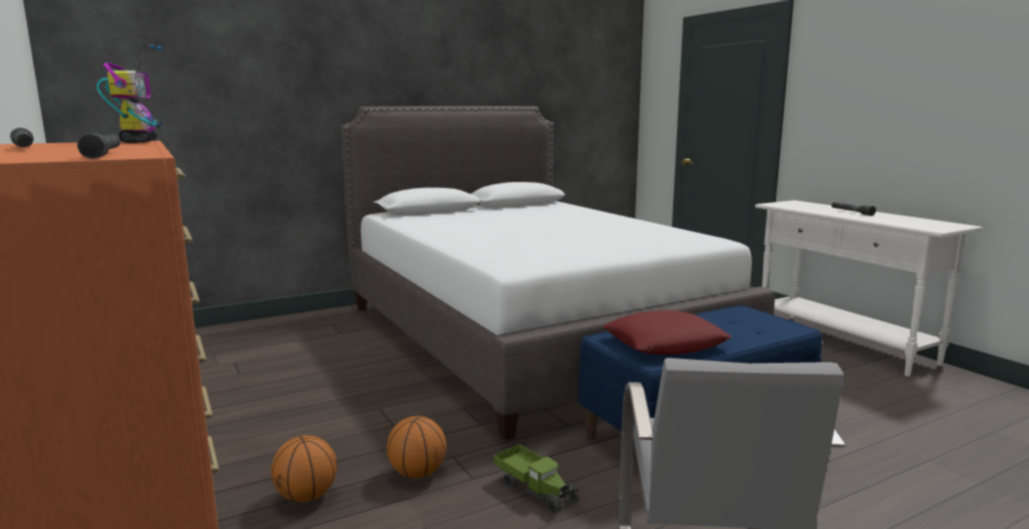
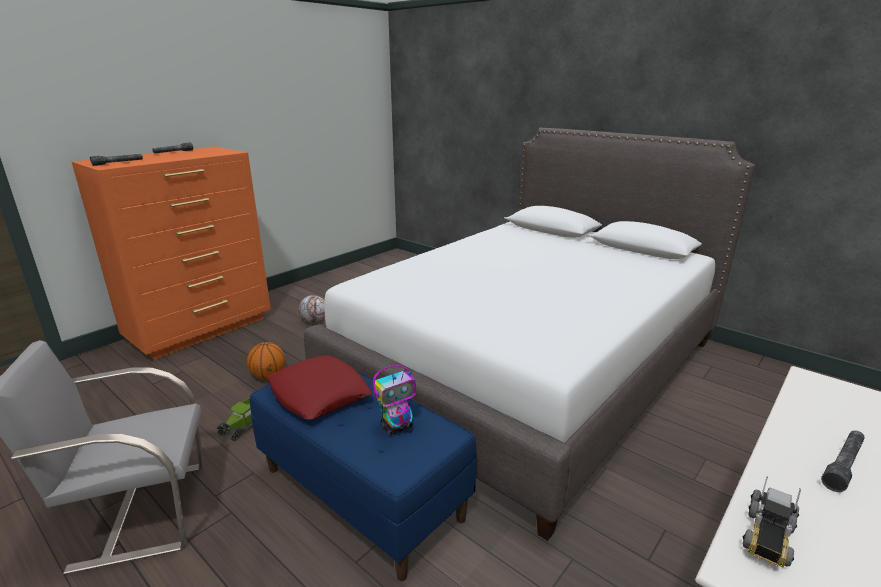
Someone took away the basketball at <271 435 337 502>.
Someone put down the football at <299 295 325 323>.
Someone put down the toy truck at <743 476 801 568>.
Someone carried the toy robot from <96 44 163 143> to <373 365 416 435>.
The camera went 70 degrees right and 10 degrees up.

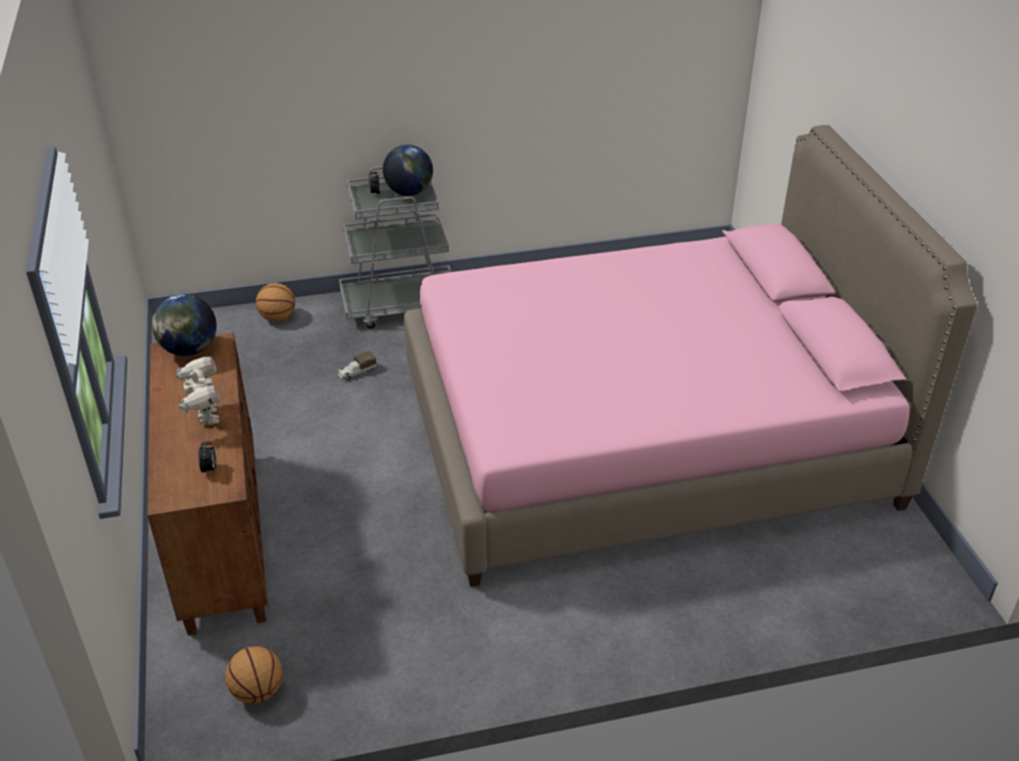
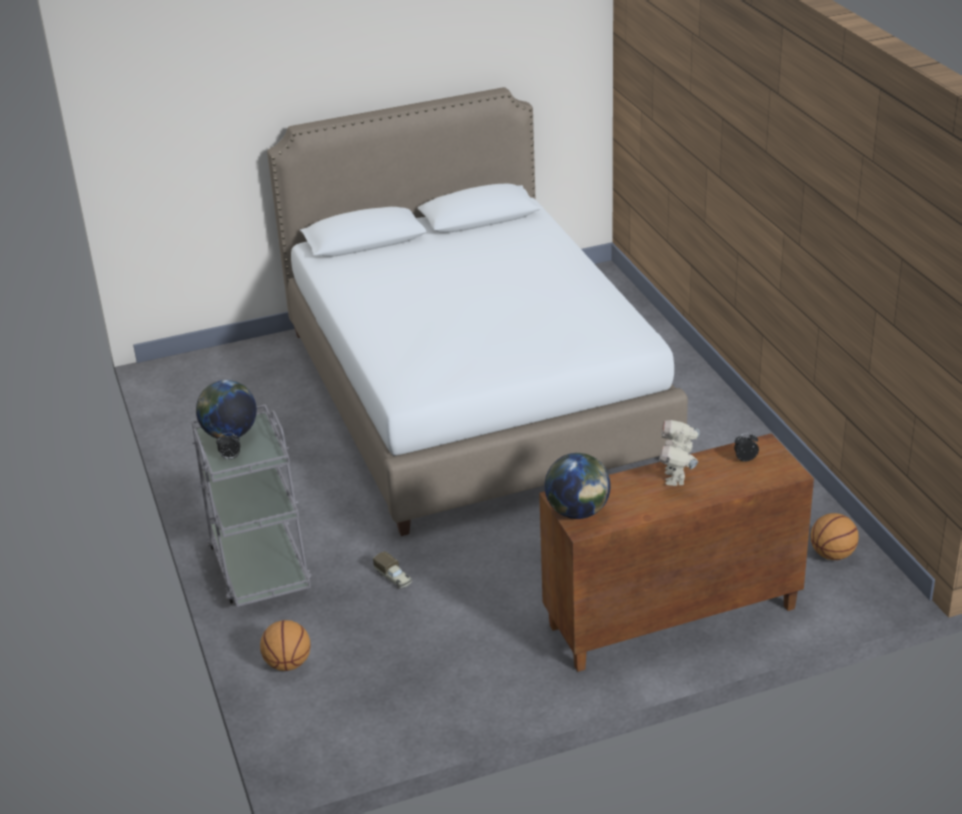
Someone repainted the pink bed at <404 125 977 587>, which became the white bed at <267 87 688 536>.
Someone rotated the toy robot at <176 357 220 425> by 60 degrees counterclockwise.
The camera went 95 degrees left and 5 degrees down.

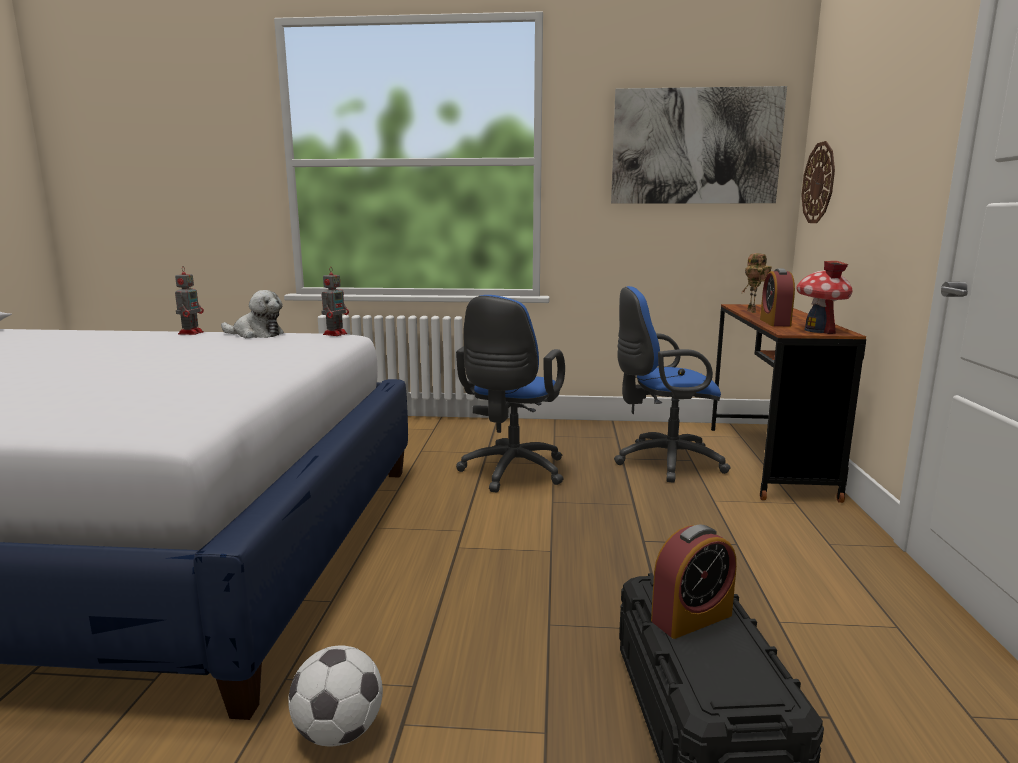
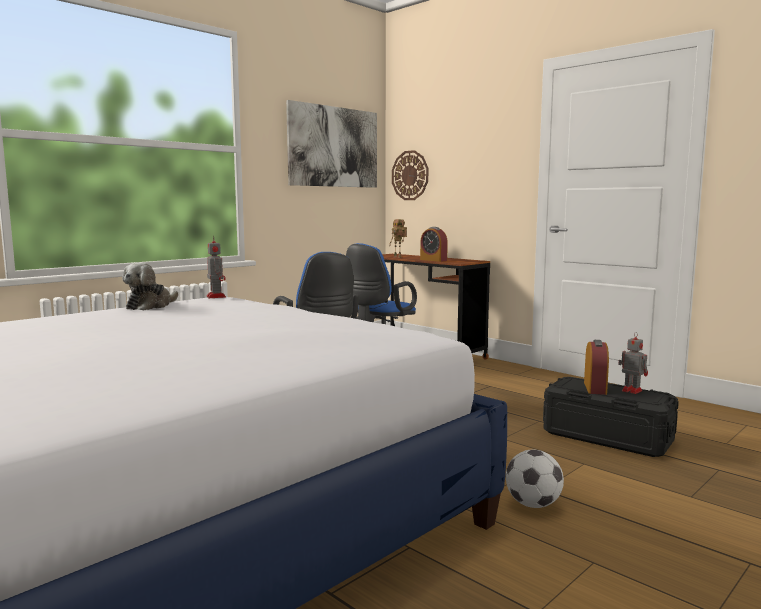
Someone took away the toy house at <796 261 853 334>.
Someone carried the toy robot from <175 266 204 335> to <618 332 648 394>.
Someone rotated the plush toy at <221 290 284 338> by 150 degrees clockwise.
The camera went 50 degrees left and 5 degrees down.

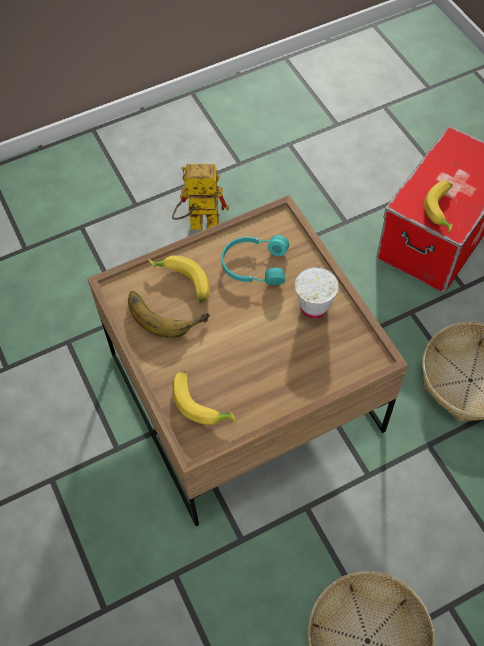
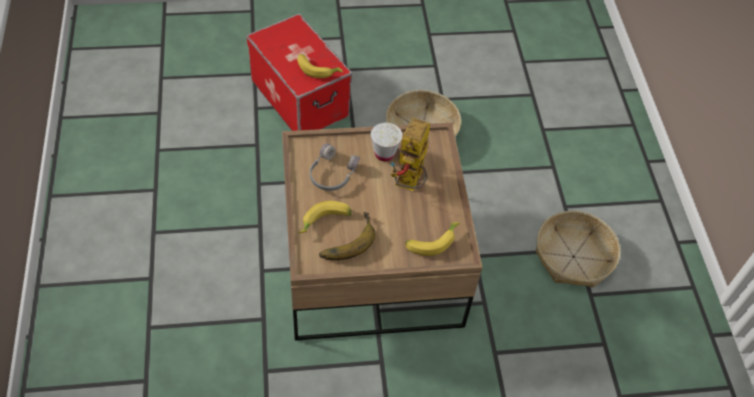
Someone carried the toy robot from <172 164 229 230> to <390 117 430 191>.
Someone repainted the turquoise headphones at <221 235 289 285>, which became the grey headphones at <310 143 360 191>.
The camera went 75 degrees left and 5 degrees down.

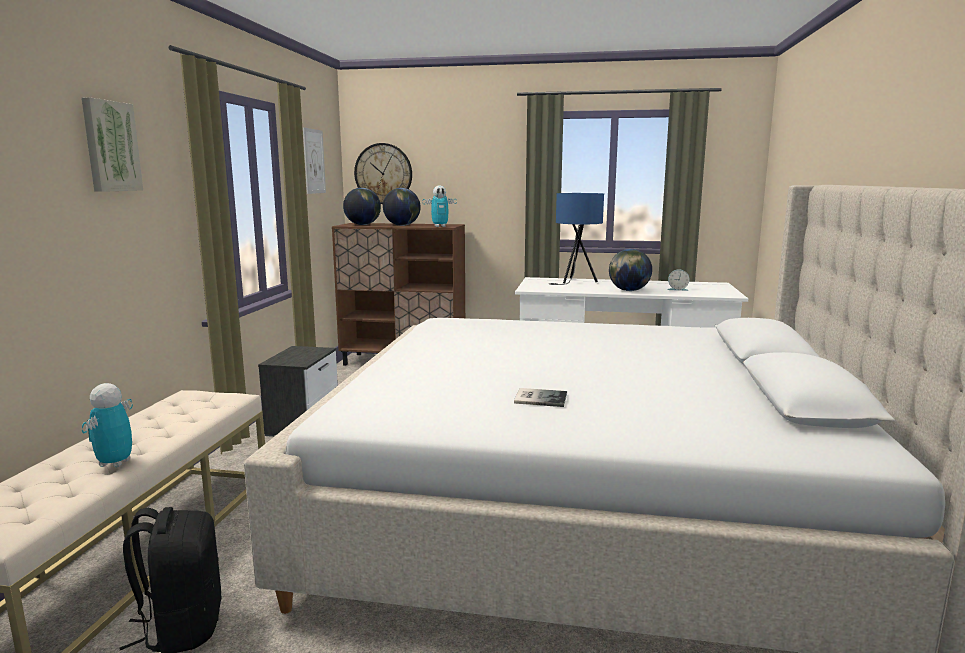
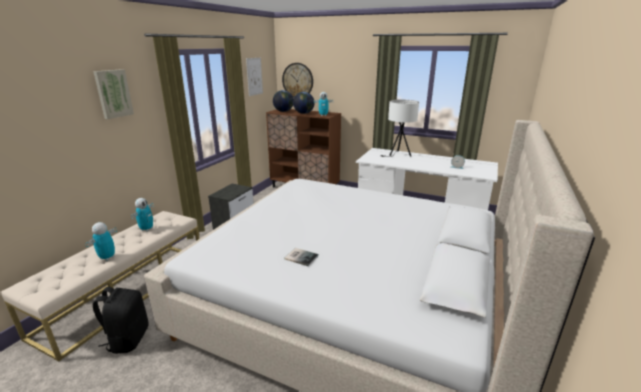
Someone took away the globe at <609 249 652 291>.
Someone put down the toy robot at <131 198 154 232>.
Someone repainted the blue table lamp at <549 193 604 285>, which became the white table lamp at <381 100 419 157>.
The camera went 15 degrees right and 10 degrees up.

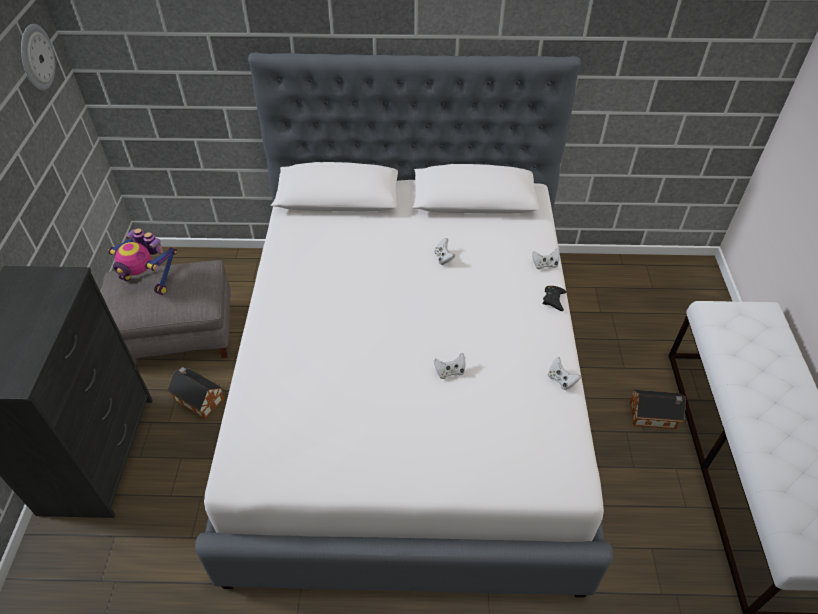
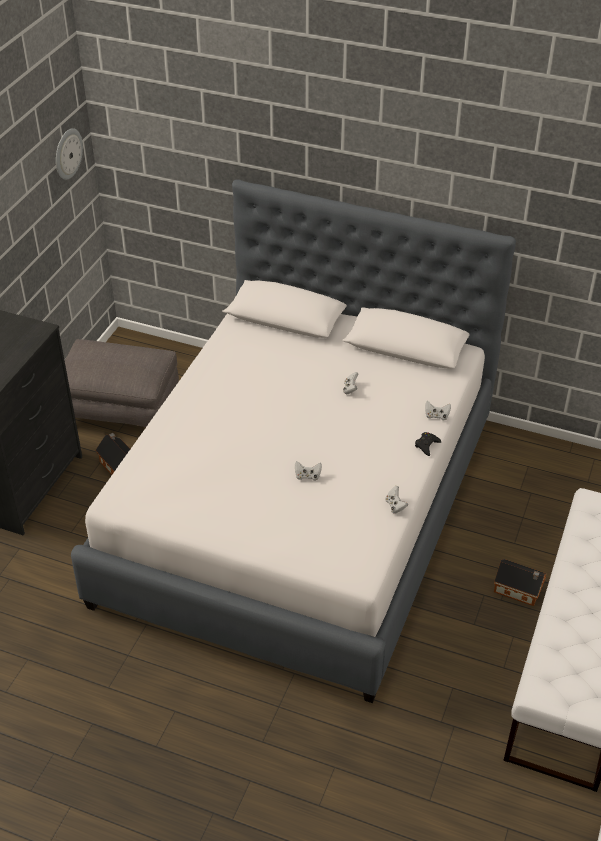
Someone took away the toy robot at <108 228 177 295>.
The camera went 20 degrees right and 5 degrees down.

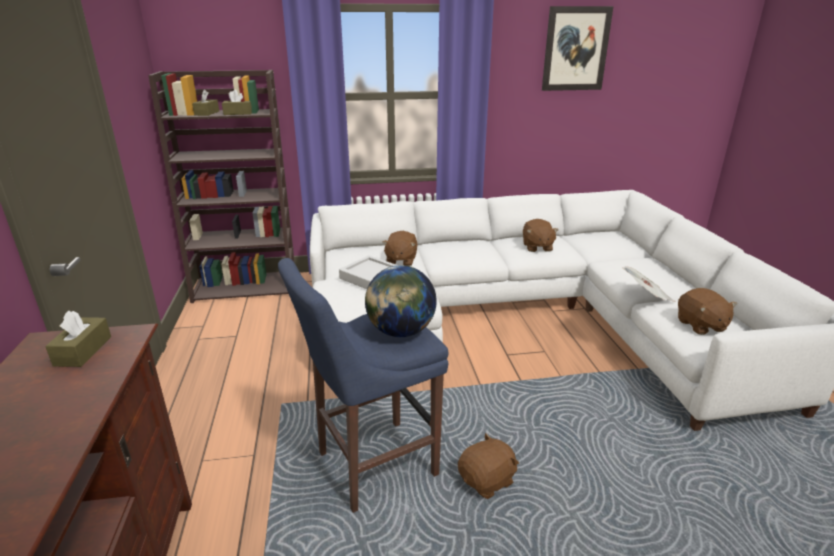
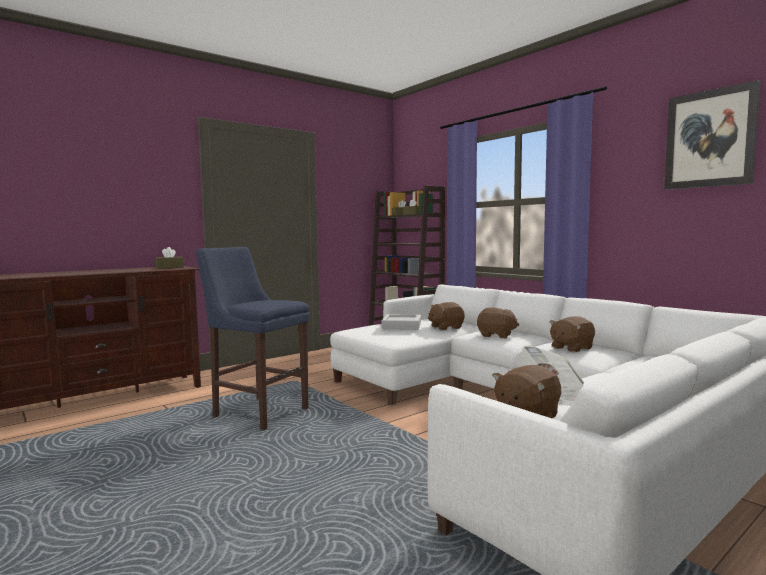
Someone took away the globe at <365 265 437 337>.
Someone carried the brown plush toy from <458 433 519 499> to <477 308 519 338>.
The camera went 60 degrees right and 20 degrees down.

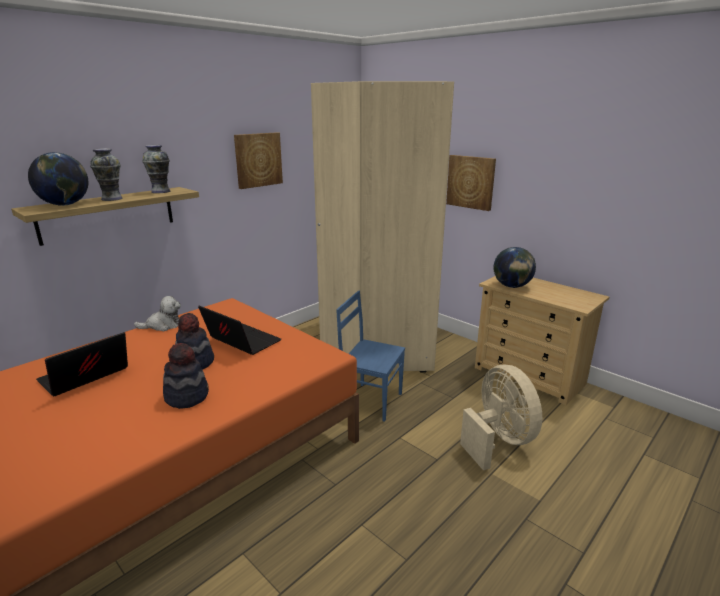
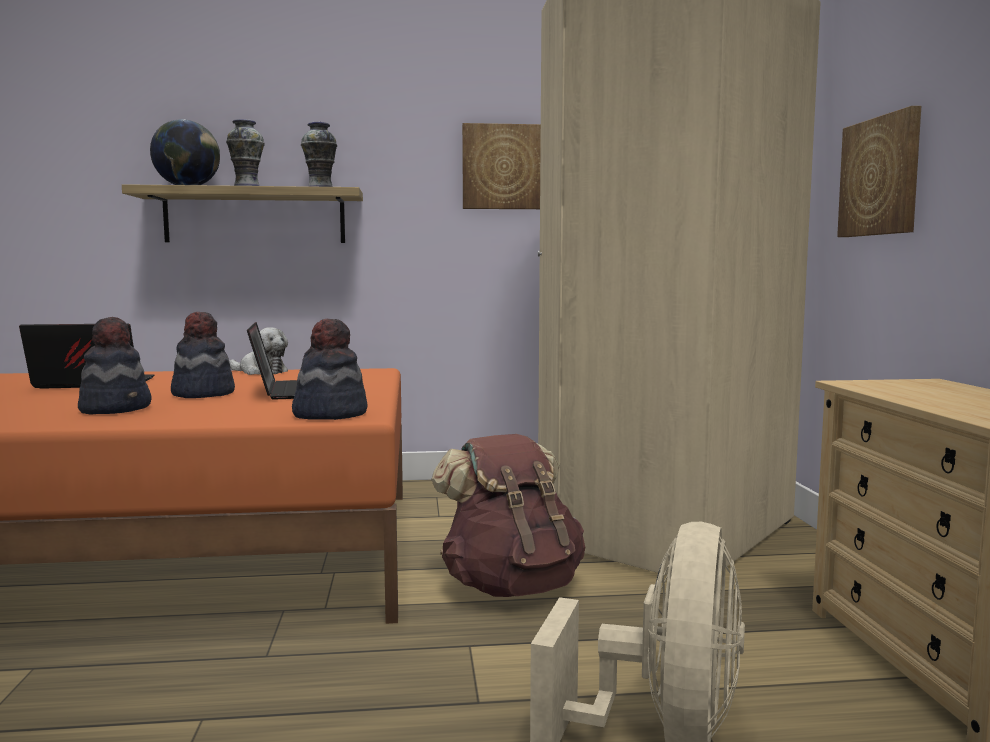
Someone took away the globe at <494 247 536 288>.
Someone put down the hat at <292 319 368 420>.
Someone swapped the blue chair at <336 290 405 422> for the brown backpack at <431 434 585 597>.
The camera went 40 degrees right and 15 degrees down.

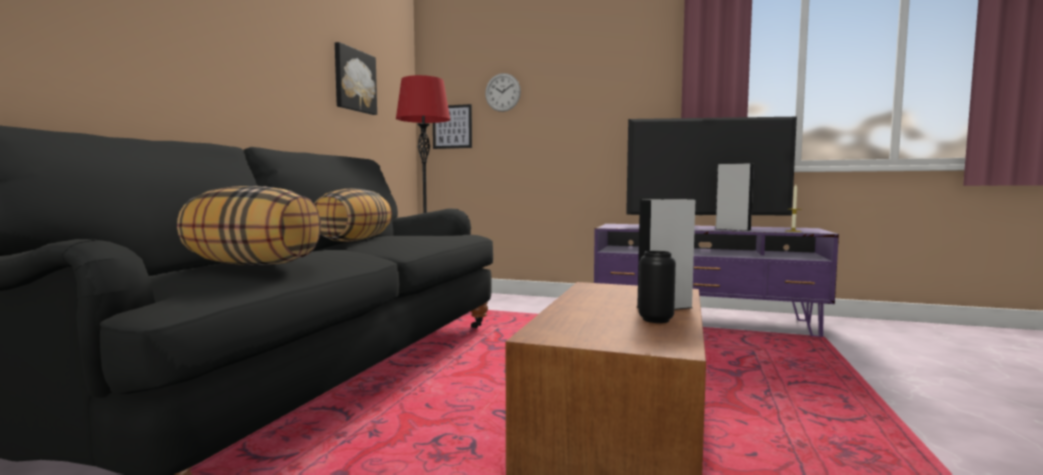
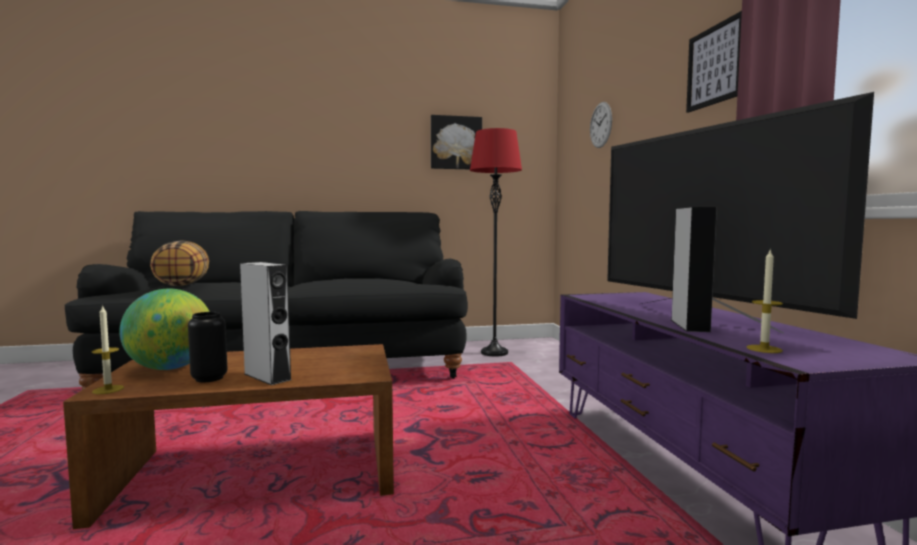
Someone took away the pillow at <314 189 392 242>.
Someone put down the candle at <92 305 124 394>.
Someone put down the globe at <119 289 210 370>.
Someone carried the picture from <433 104 472 149> to <686 11 742 113>.
The camera went 60 degrees right and 0 degrees up.

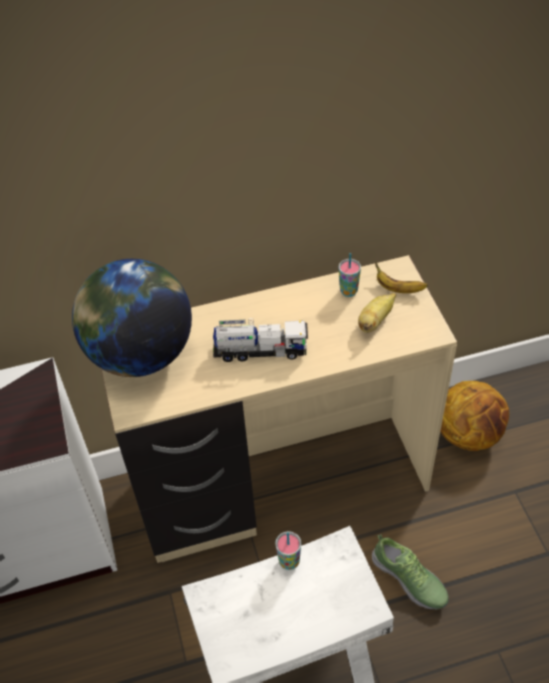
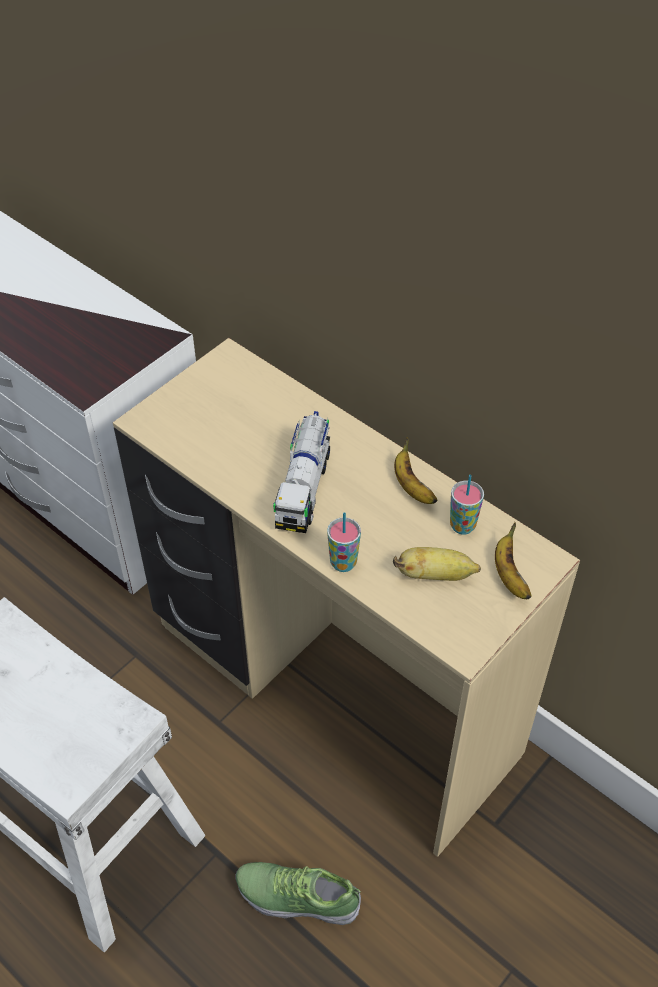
Someone took away the globe at <72 259 192 377>.
Someone took away the basketball at <440 381 509 451>.
Someone put down the banana at <394 437 437 504>.
Someone carried the cup from <275 531 301 570> to <327 512 361 572>.
Someone rotated the toy truck at <213 318 308 362> by 45 degrees clockwise.
Someone rotated the shoe at <372 534 448 609> by 90 degrees clockwise.
The camera went 55 degrees right and 0 degrees up.

